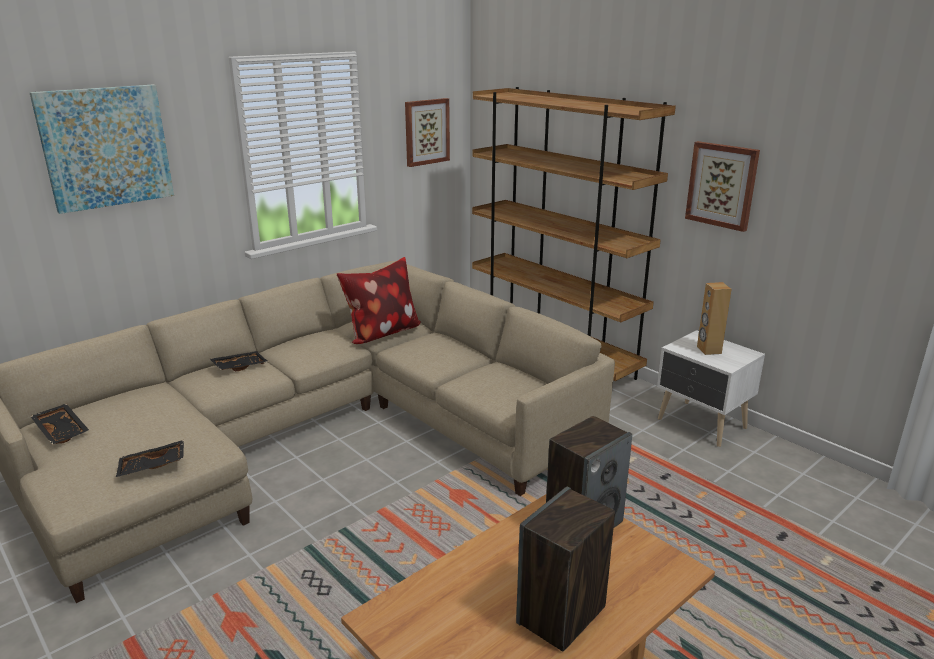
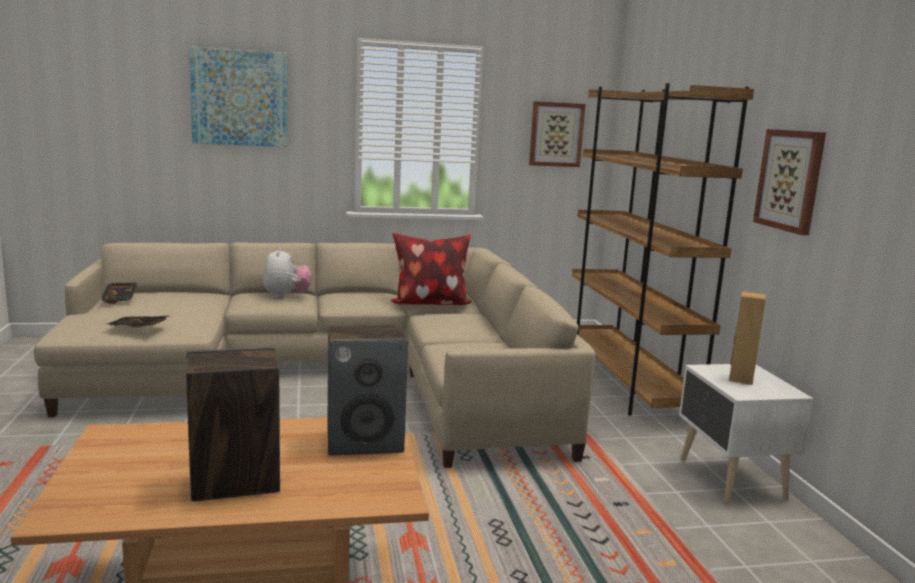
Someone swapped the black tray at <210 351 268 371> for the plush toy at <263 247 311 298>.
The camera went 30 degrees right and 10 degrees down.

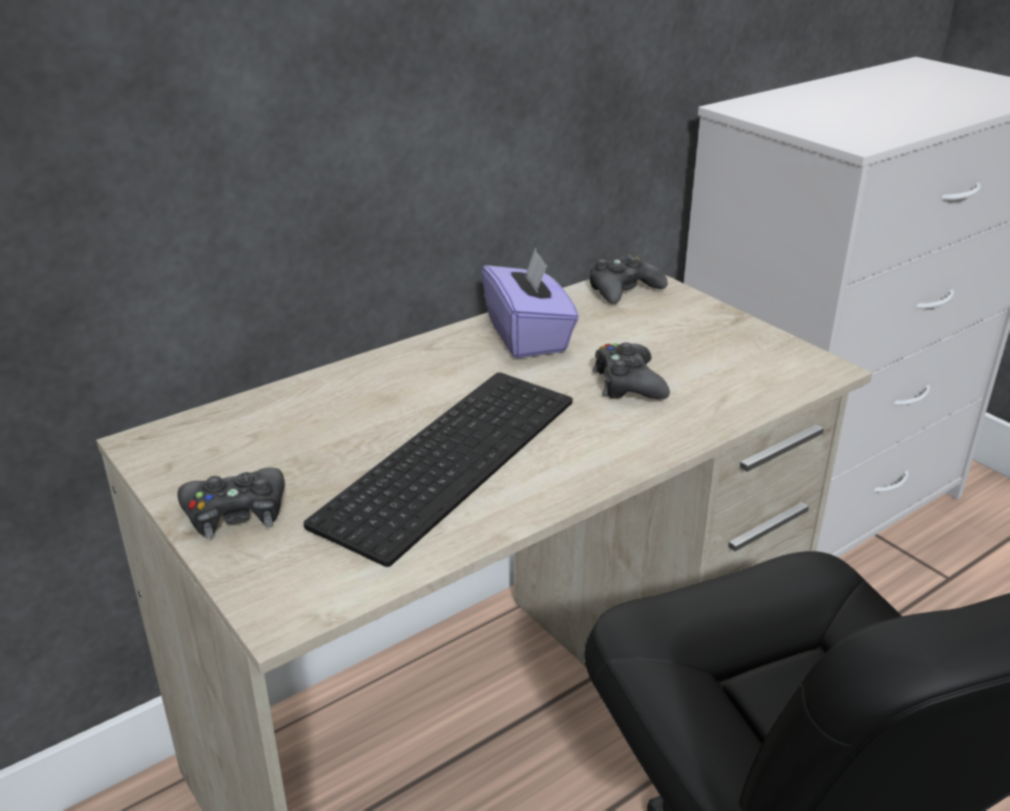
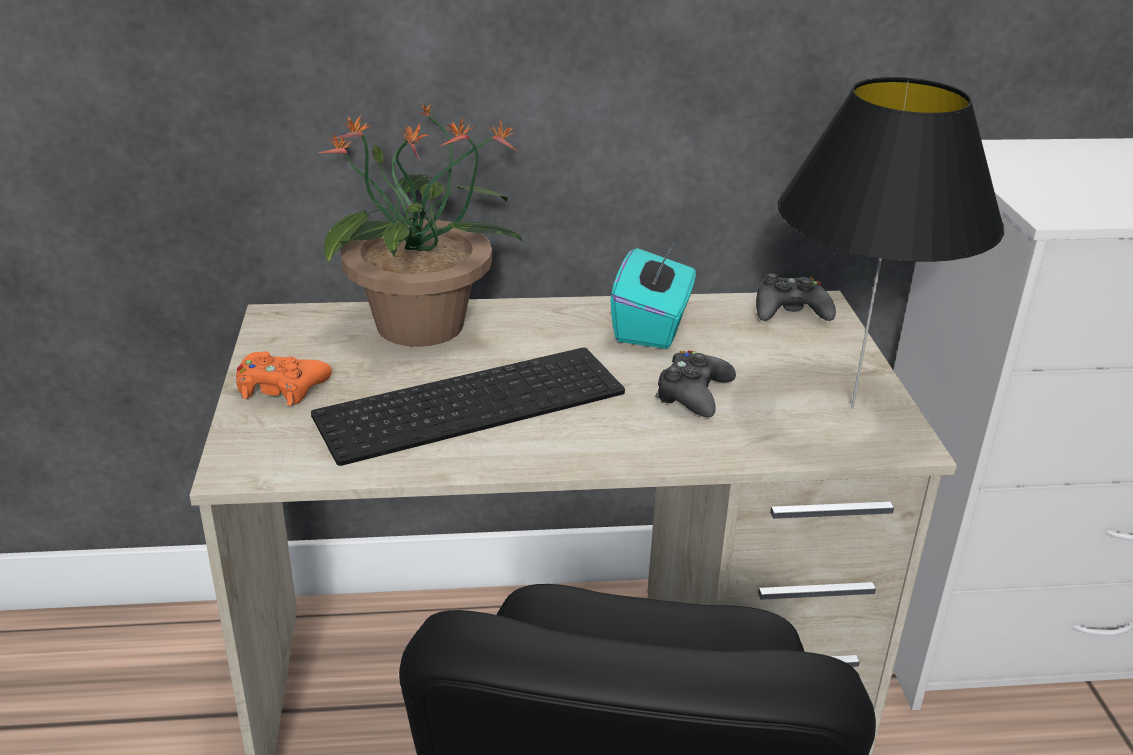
Someone put down the potted plant at <318 103 524 347>.
Someone put down the black table lamp at <778 77 1004 408>.
Someone repainted the black game controller at <177 468 285 539>, which became the orange game controller at <236 351 332 406>.
Someone repainted the purple tissue box at <481 247 579 359>, which became the turquoise tissue box at <610 242 696 349>.
The camera went 30 degrees right and 0 degrees up.

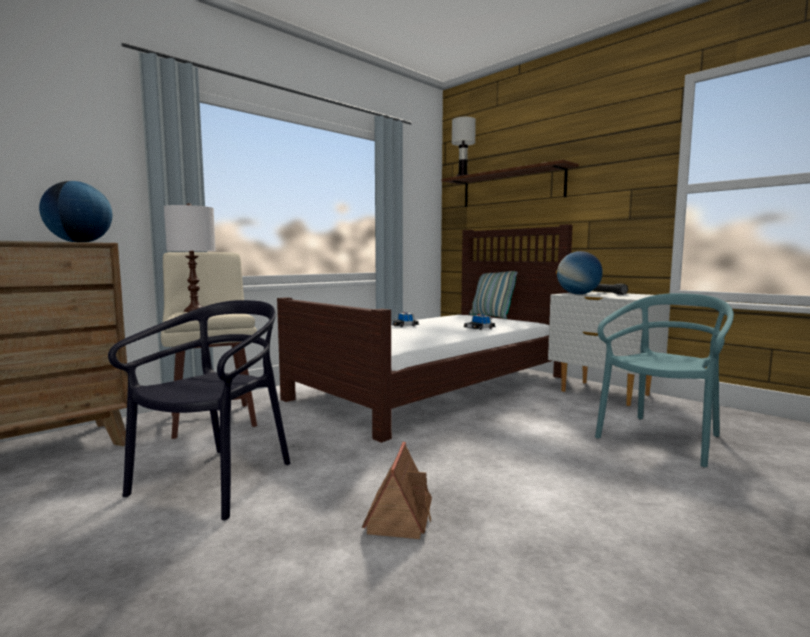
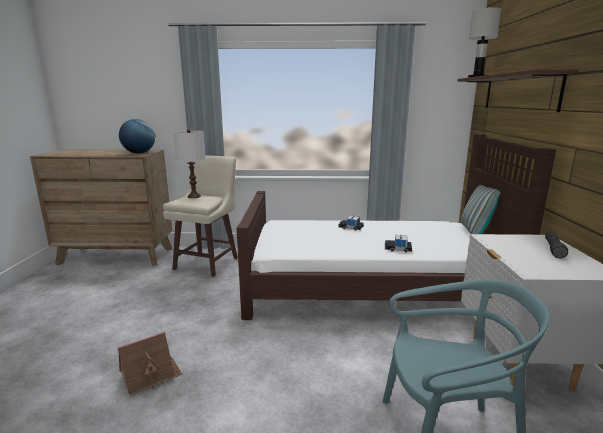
Someone took away the black chair at <108 300 290 520>.
Someone took away the globe at <556 251 603 294>.
The camera went 45 degrees right and 10 degrees up.

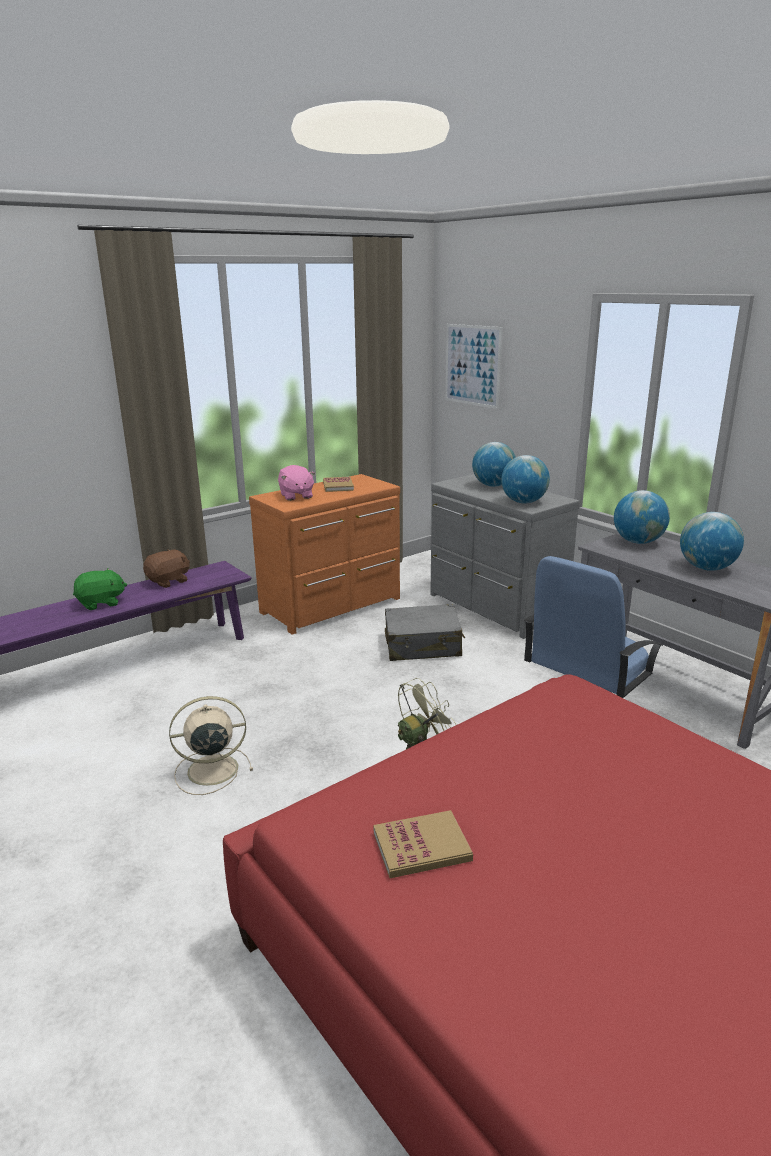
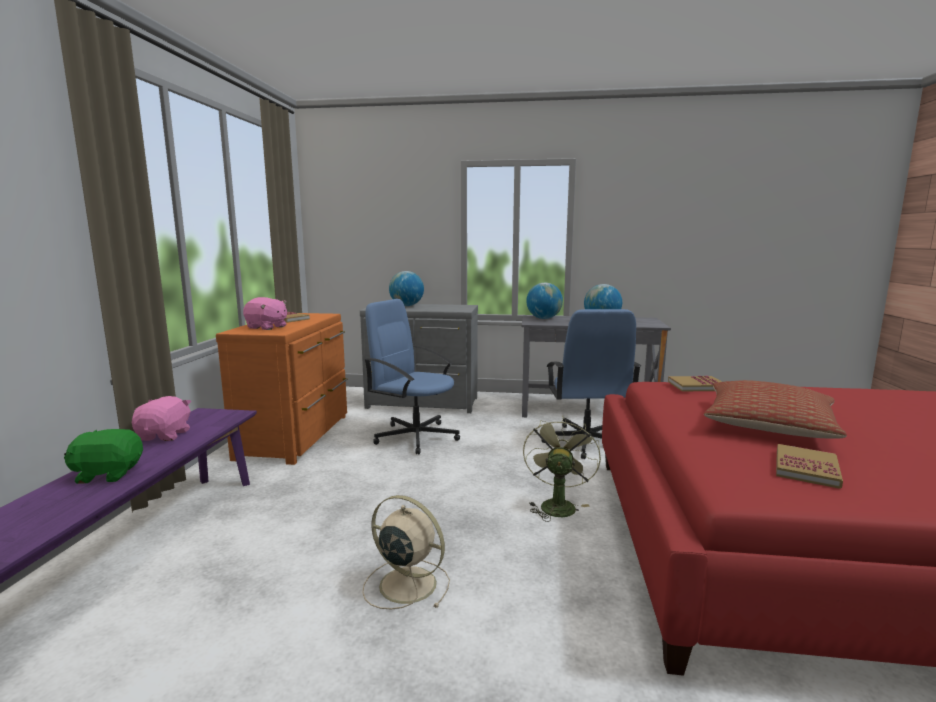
Someone took away the picture at <445 324 502 409>.
Someone took away the globe at <501 455 550 503>.
Someone put down the book at <668 376 722 391>.
Someone put down the pillow at <704 380 847 439>.
Someone swapped the grey suitcase at <385 604 465 661> for the blue office chair at <364 299 460 454>.
Someone repainted the brown plush toy at <143 549 190 588>, which became the pink plush toy at <132 396 191 441>.
Someone rotated the green plush toy at <73 568 127 610> by 120 degrees counterclockwise.
Someone rotated the beige fan at <169 696 253 795> by 90 degrees clockwise.
The camera went 45 degrees left and 10 degrees down.

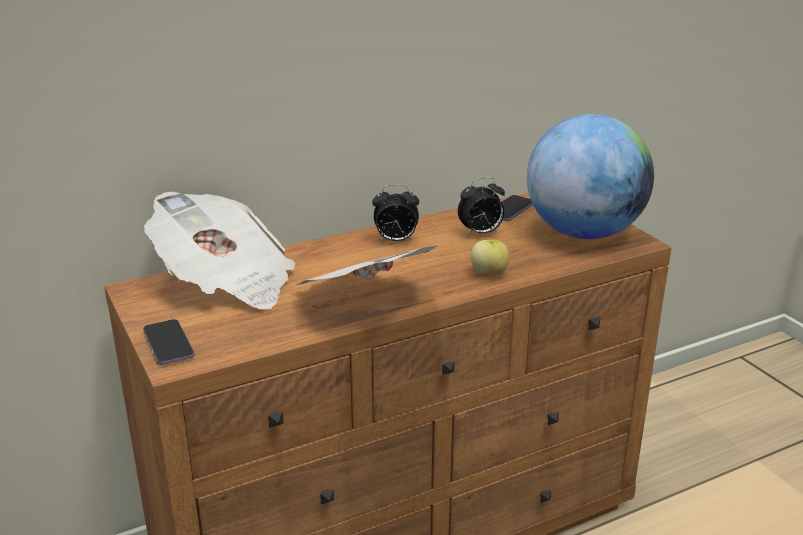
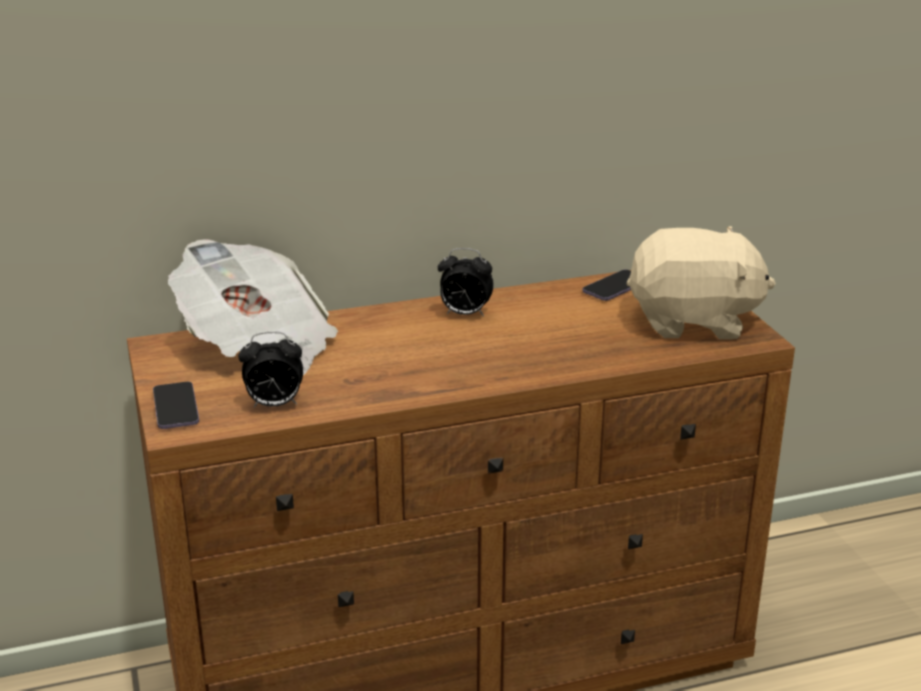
Someone took away the newspaper at <296 246 437 285>.
Someone took away the apple at <471 240 510 275>.
Someone carried the alarm clock from <458 177 505 236> to <238 332 303 408>.
Someone swapped the globe at <527 114 654 239> for the beige plush toy at <627 226 776 339>.
The camera went 10 degrees right and 0 degrees up.

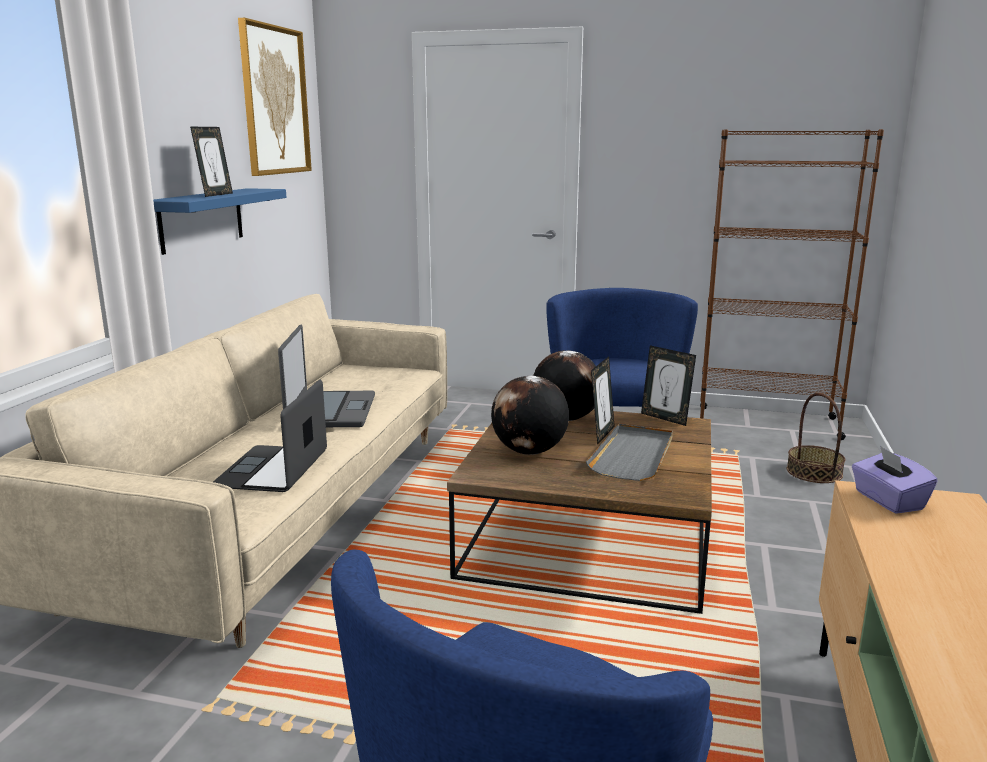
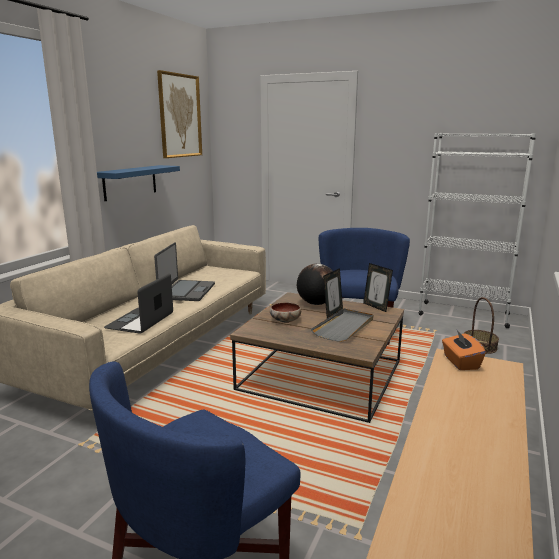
Someone took away the picture frame at <190 127 233 197>.
Someone swapped the globe at <491 376 569 455> for the bowl at <270 303 301 323>.
Someone repainted the brown bookcase at <700 129 884 440>, which became the white bookcase at <418 133 536 328>.
Someone repainted the purple tissue box at <852 446 938 514>, which became the orange tissue box at <442 330 486 370>.
The camera went 10 degrees right and 0 degrees up.

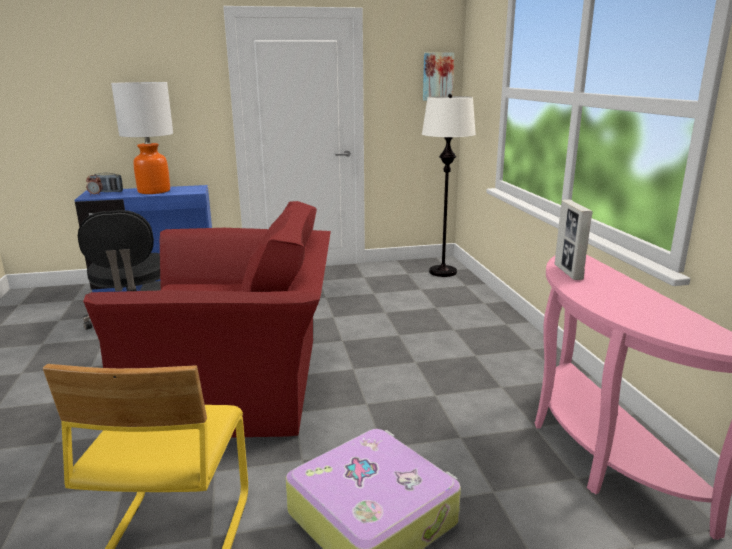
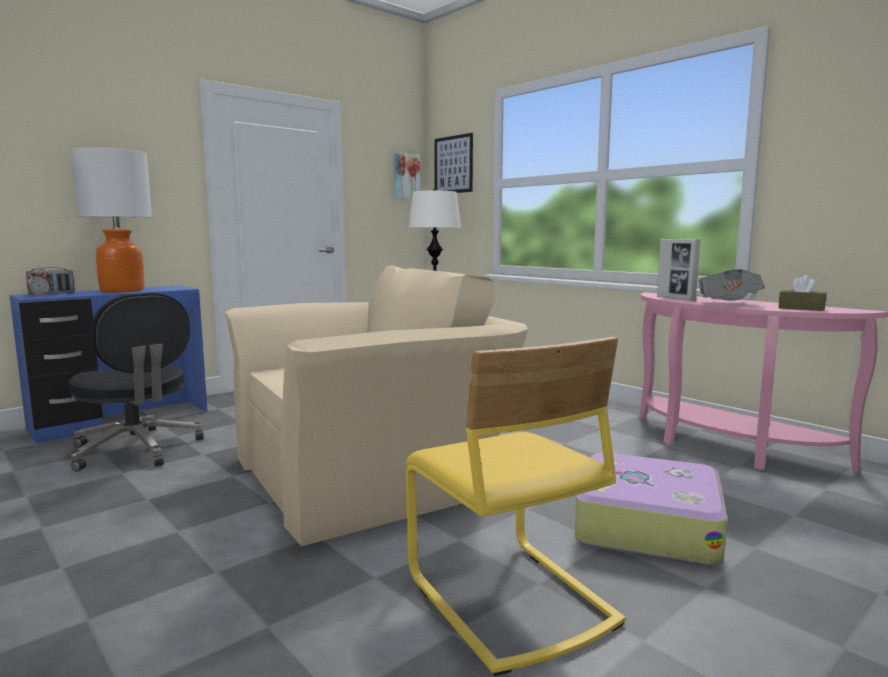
Someone put up the picture at <434 133 473 193>.
Someone put down the newspaper at <698 269 765 301>.
Someone put down the brown tissue box at <779 275 827 311>.
Someone repainted the red armchair at <83 201 331 437>, which became the beige armchair at <225 266 528 546>.
The camera went 30 degrees left and 10 degrees down.

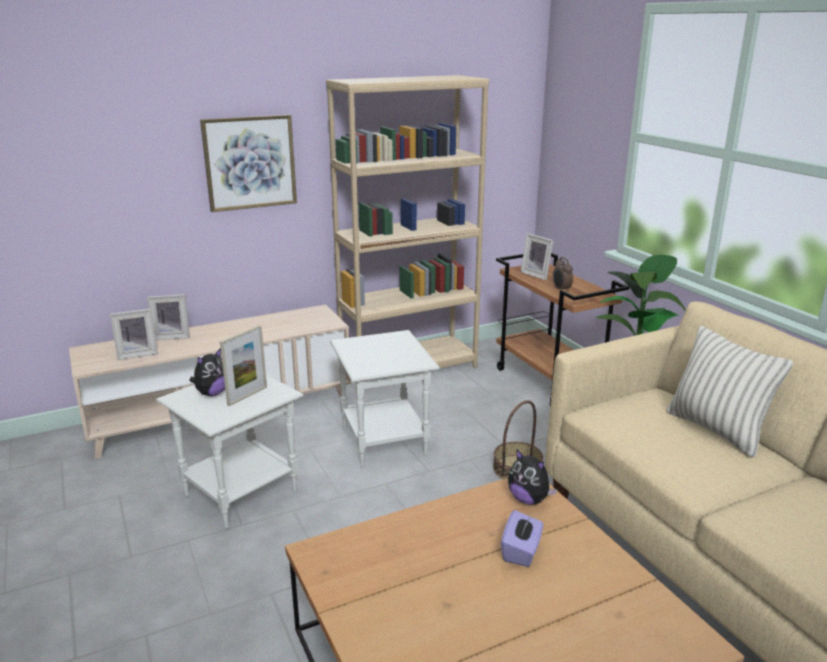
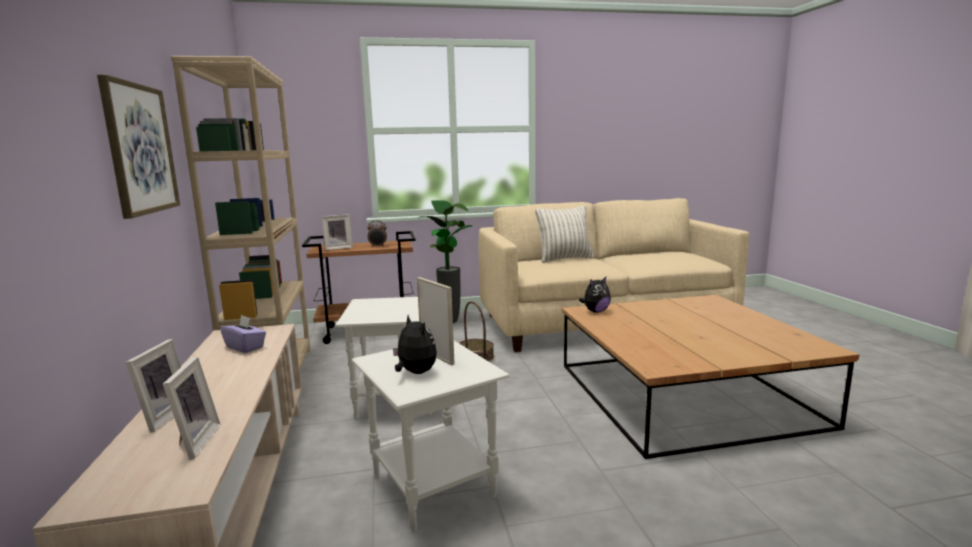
Someone carried the purple tissue box from <501 510 543 567> to <220 315 266 353>.
The camera went 75 degrees left and 10 degrees down.

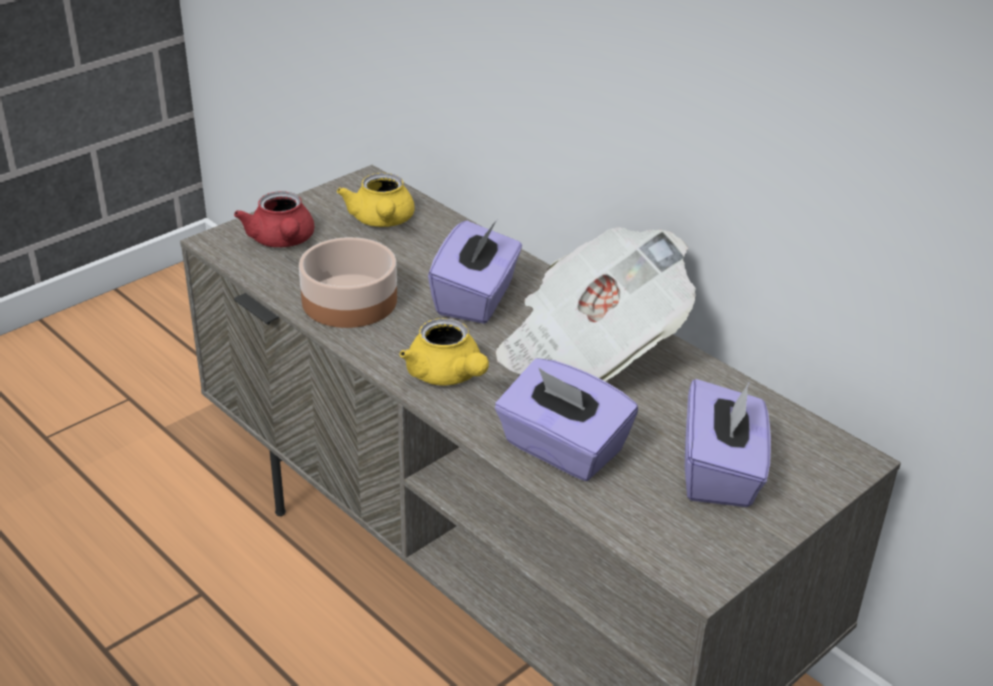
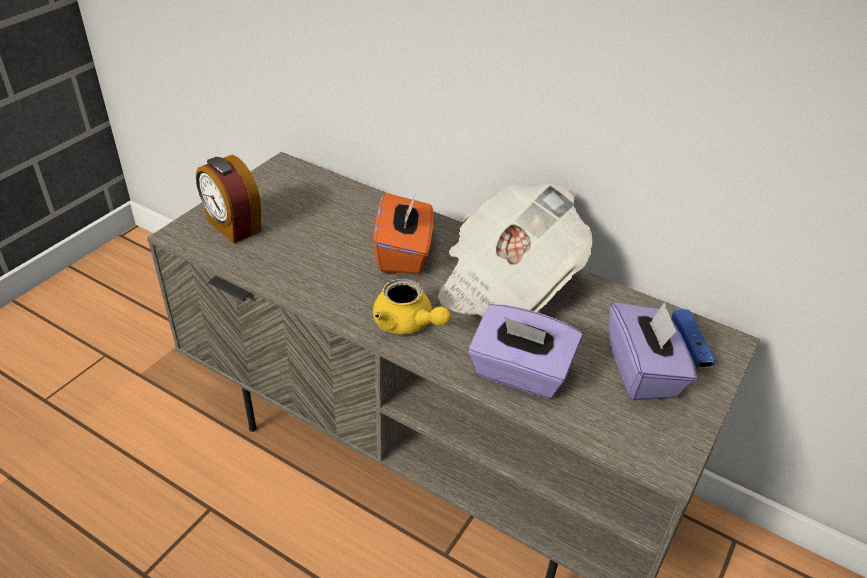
Someone took away the bowl at <299 237 397 328>.
Someone took away the yellow teapot at <337 173 415 227>.
Someone put down the blue game controller at <672 310 716 368>.
Someone swapped the red teapot at <234 191 314 247> for the alarm clock at <196 155 261 243>.
Someone repainted the purple tissue box at <428 220 522 324>, which became the orange tissue box at <374 191 433 274>.
The camera went 15 degrees left and 5 degrees up.

